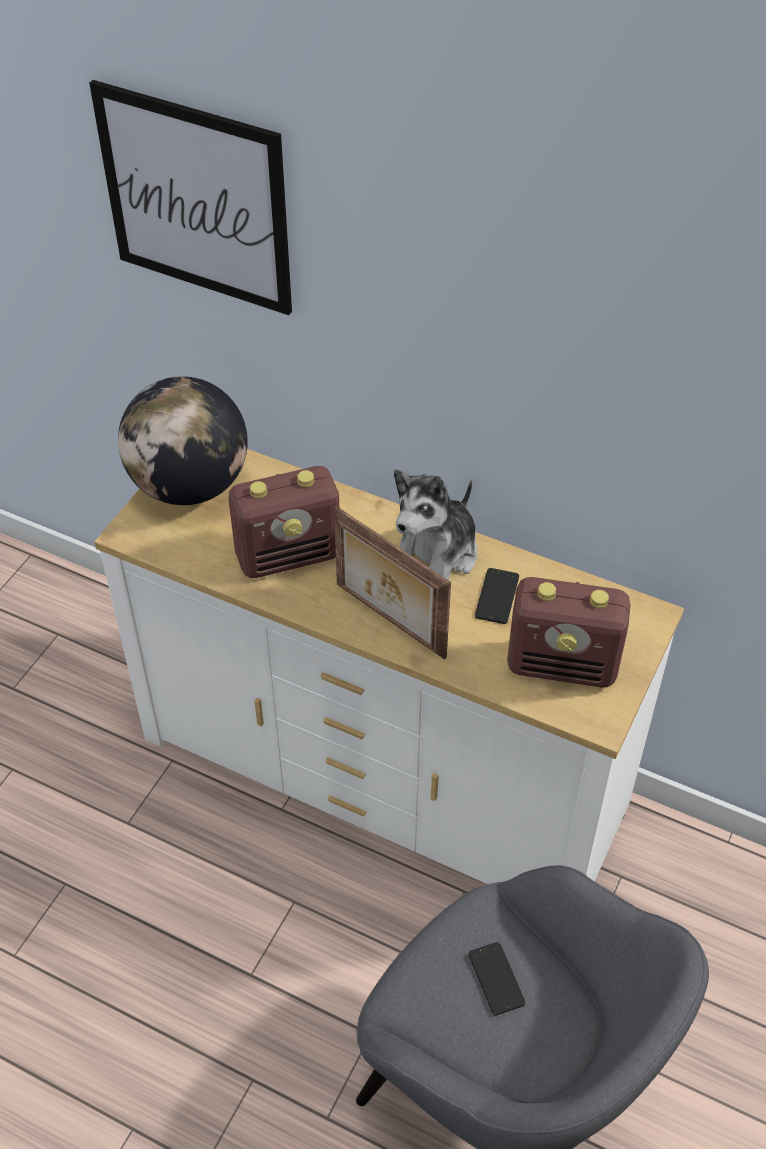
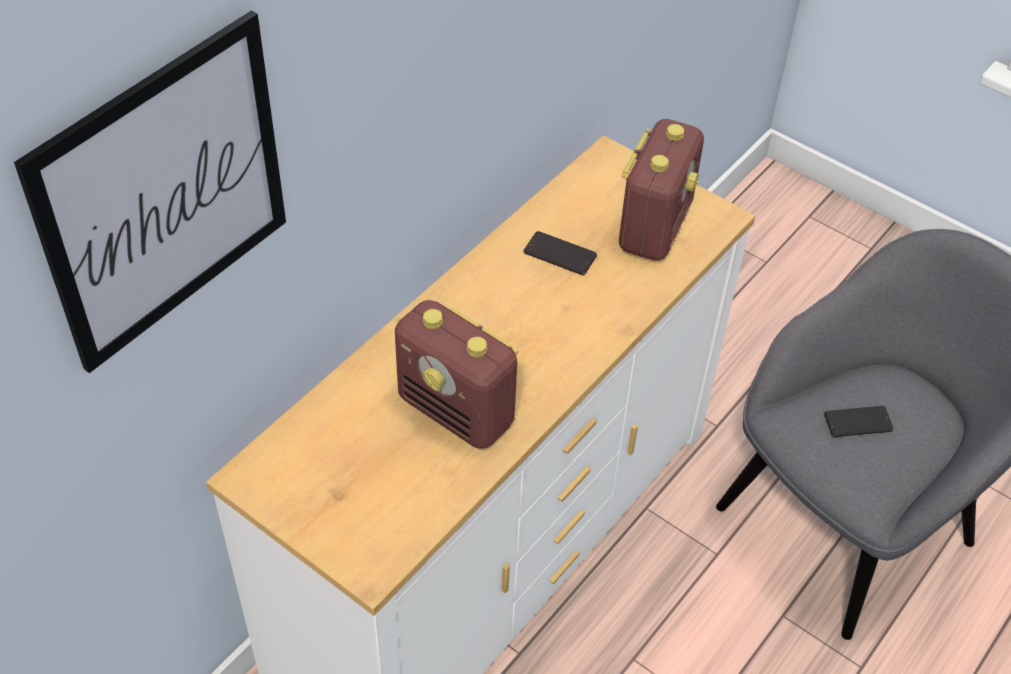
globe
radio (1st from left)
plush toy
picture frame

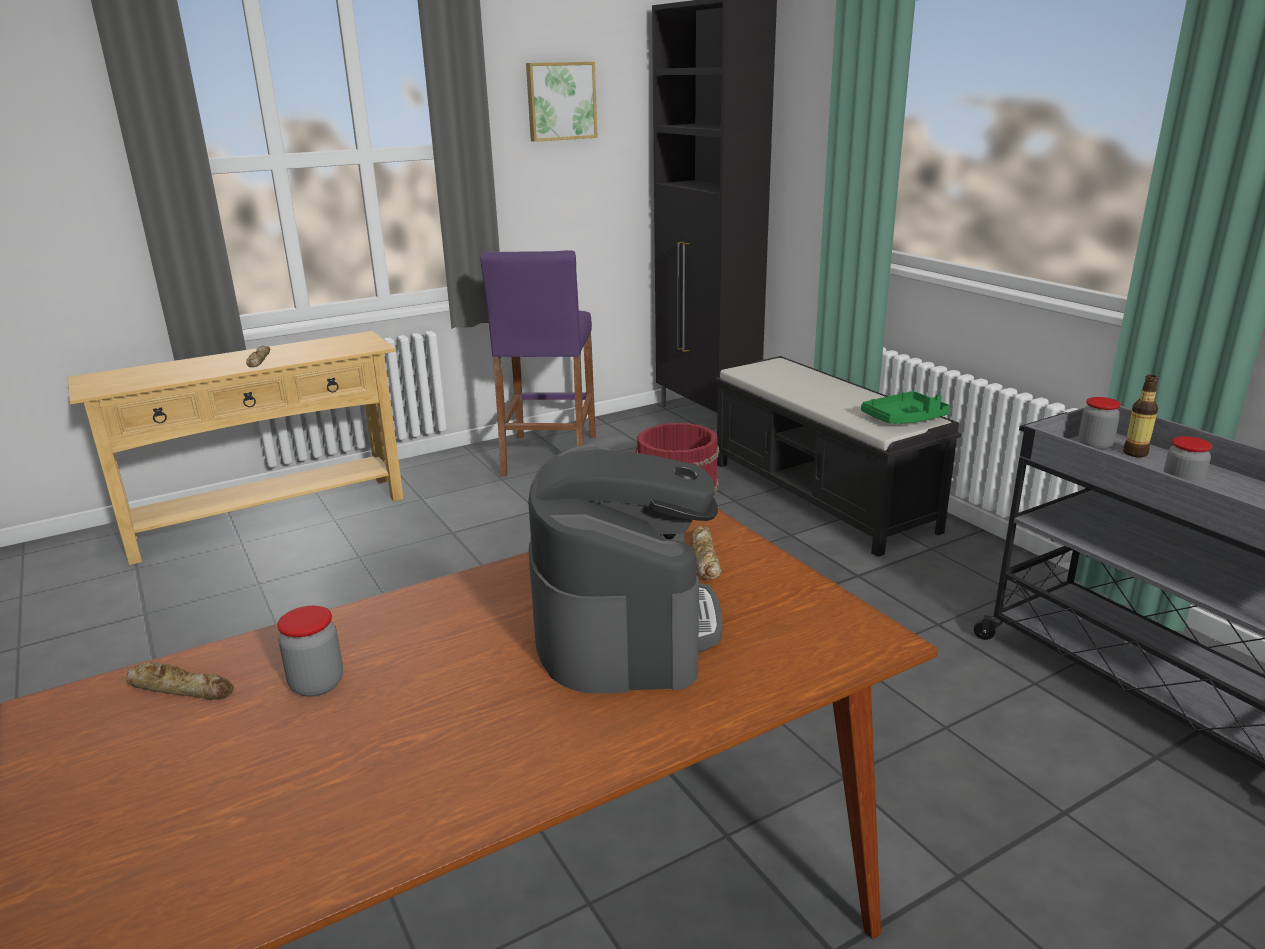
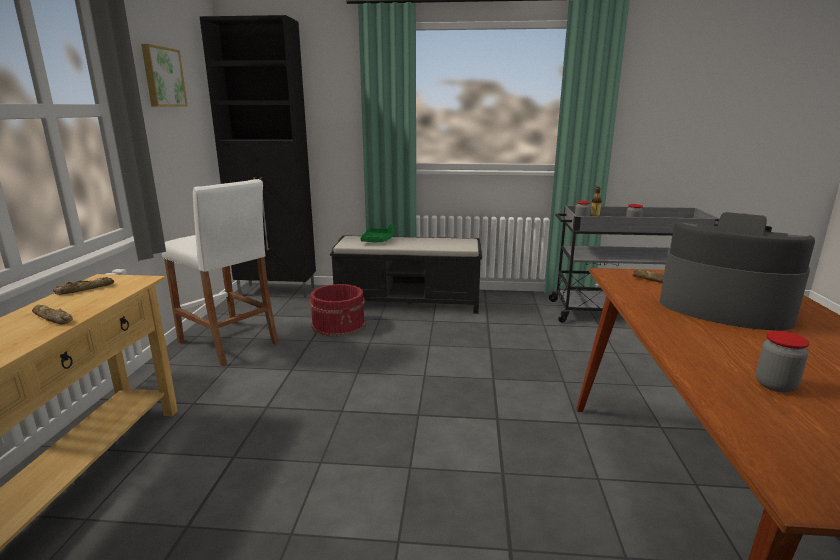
white stool
green tray
bread (2nd from left)

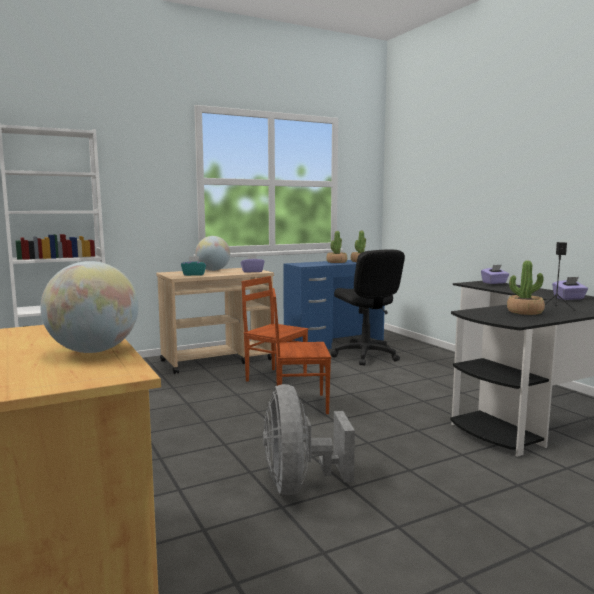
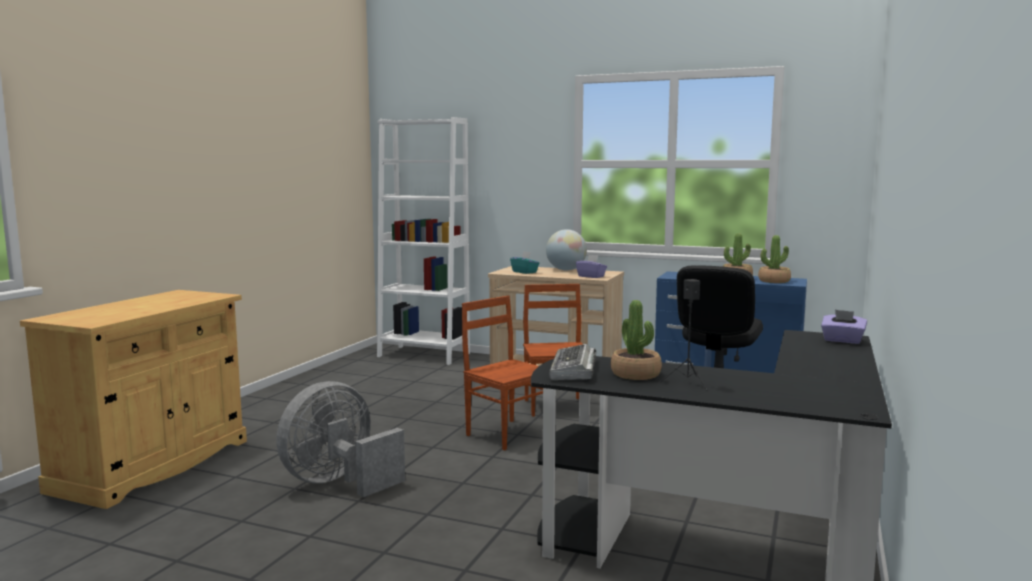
globe (1st from left in the first image)
purple tissue box (3rd from left in the first image)
keyboard

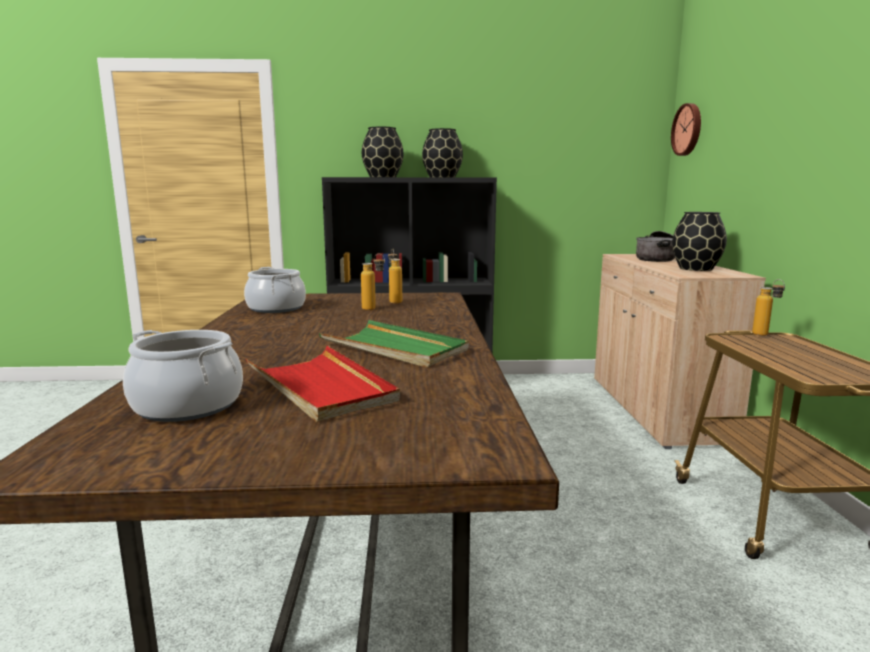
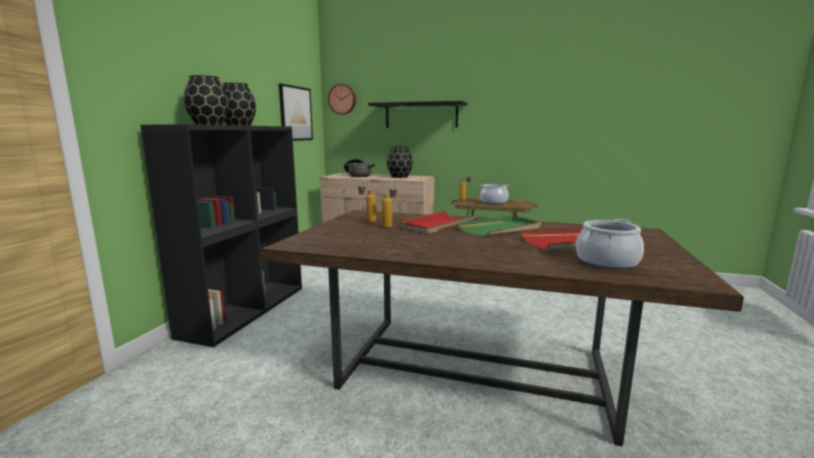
cooking pot (2nd from left)
picture
black shelf
red tray (1st from left)

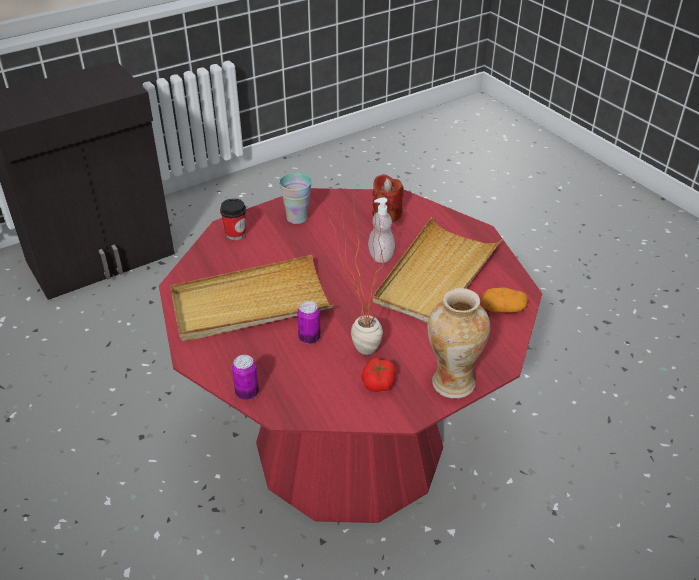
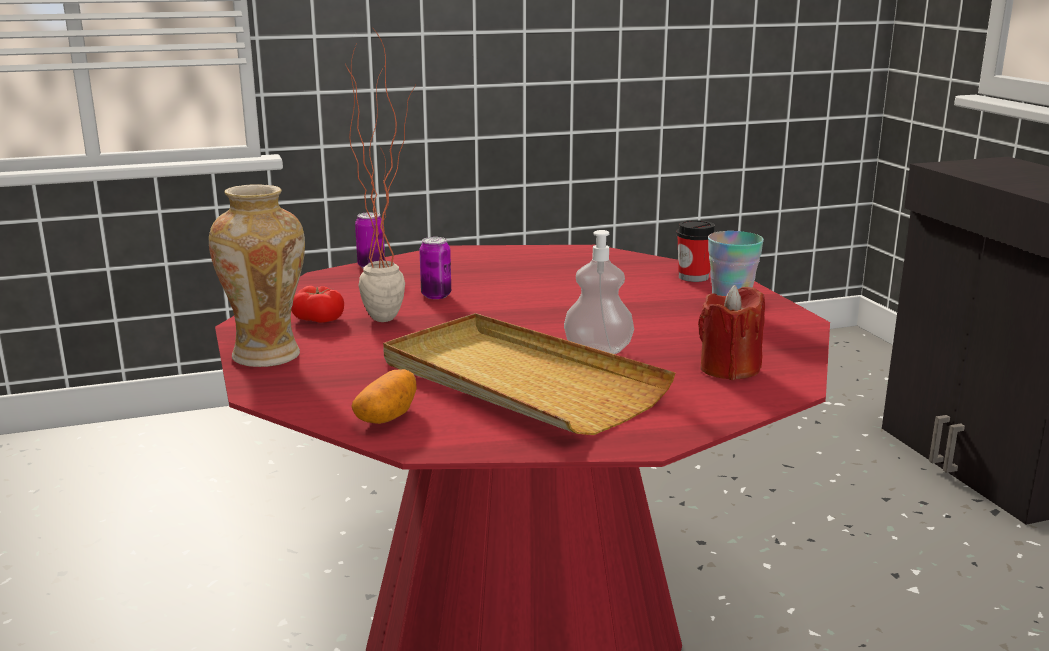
beige tray (1st from left in the first image)

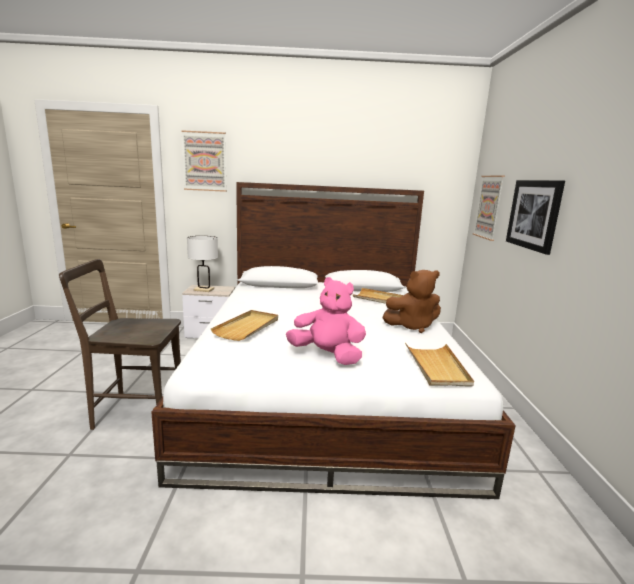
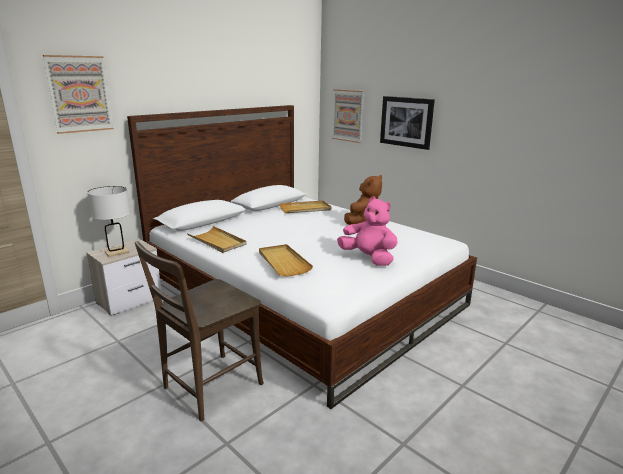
pink plush toy
beige tray (1st from left)

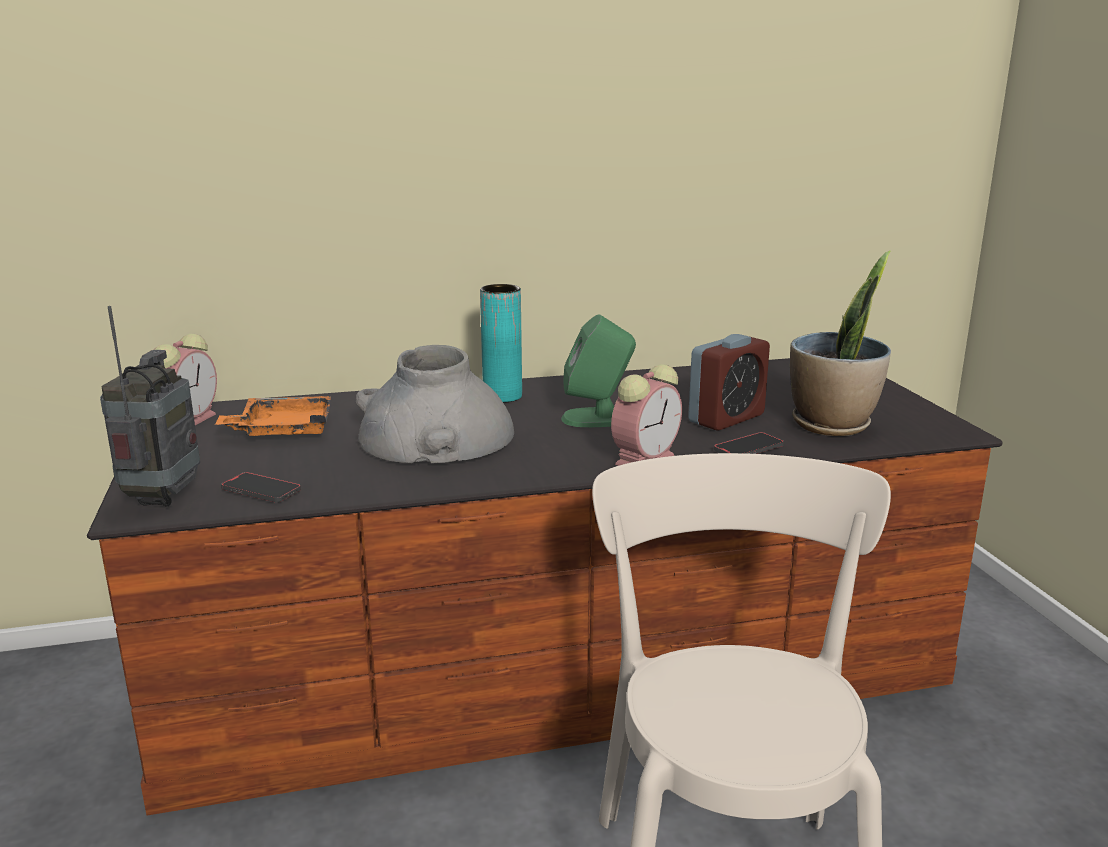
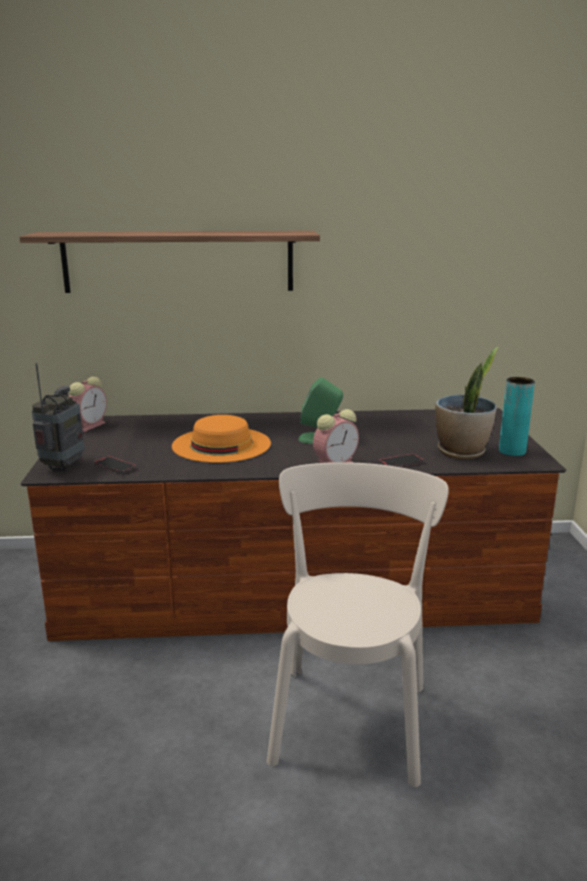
turquoise vase
alarm clock (3rd from left in the first image)
orange hat
orange tray
shelf

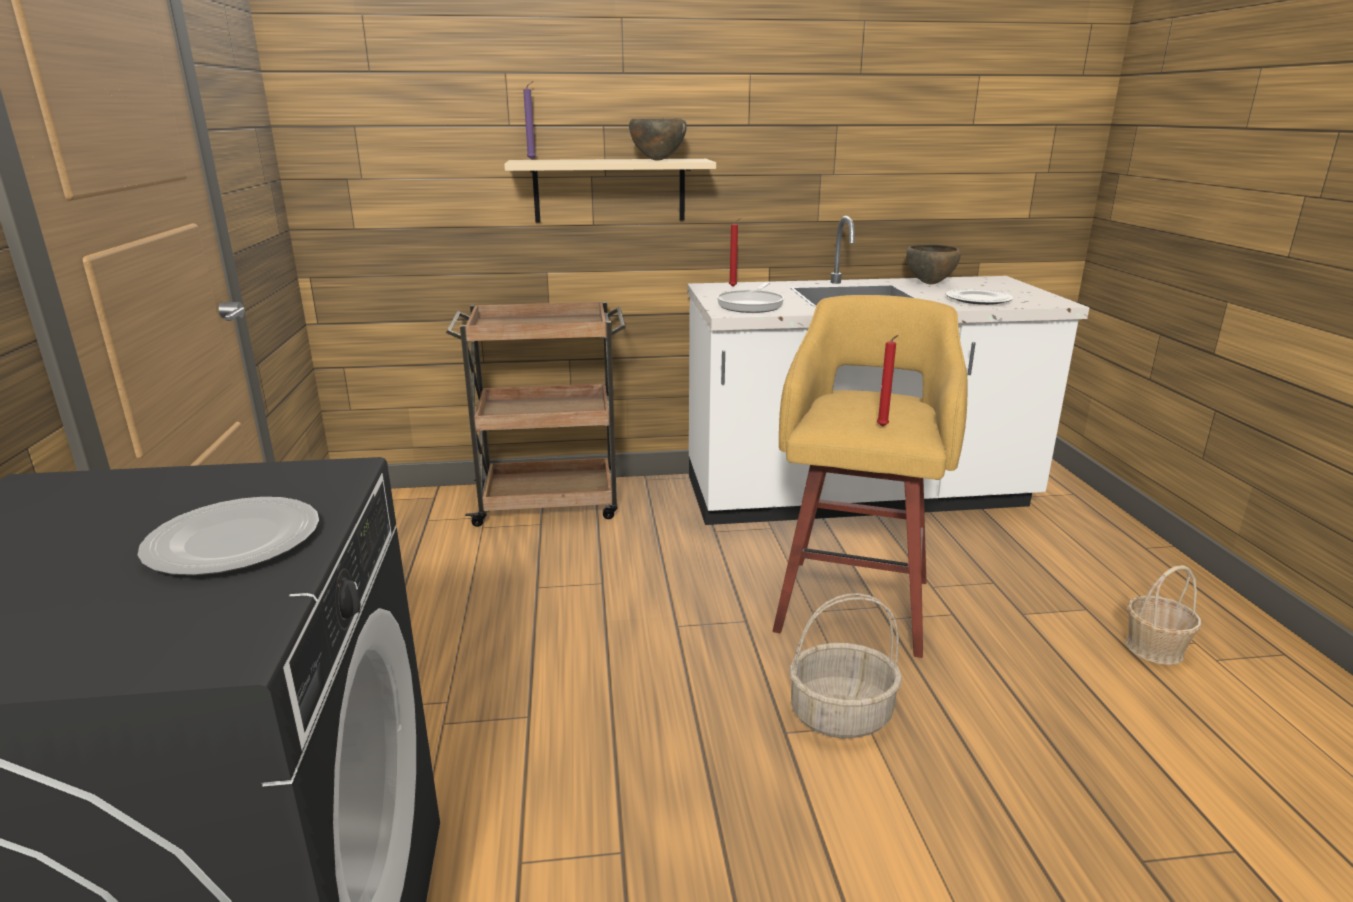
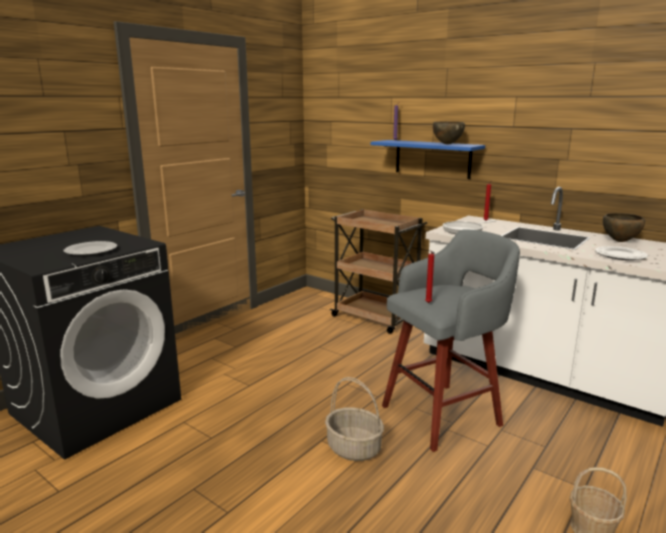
blue shelf
grey stool

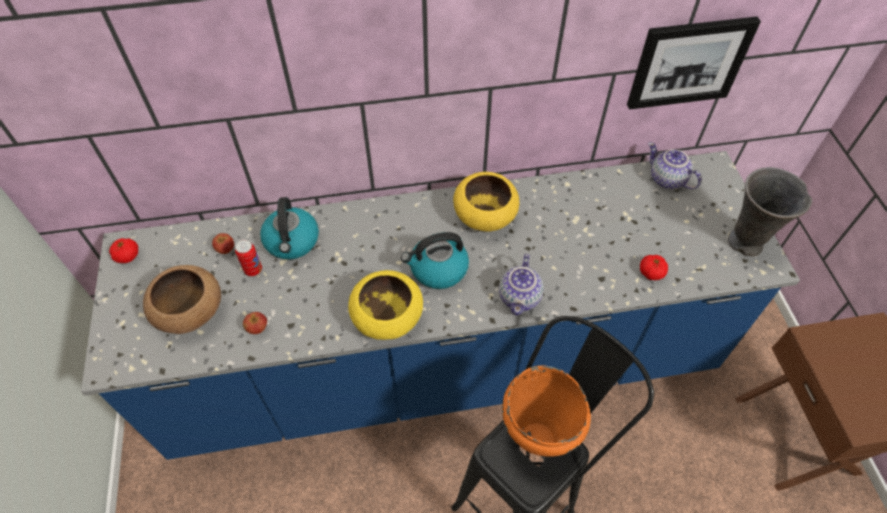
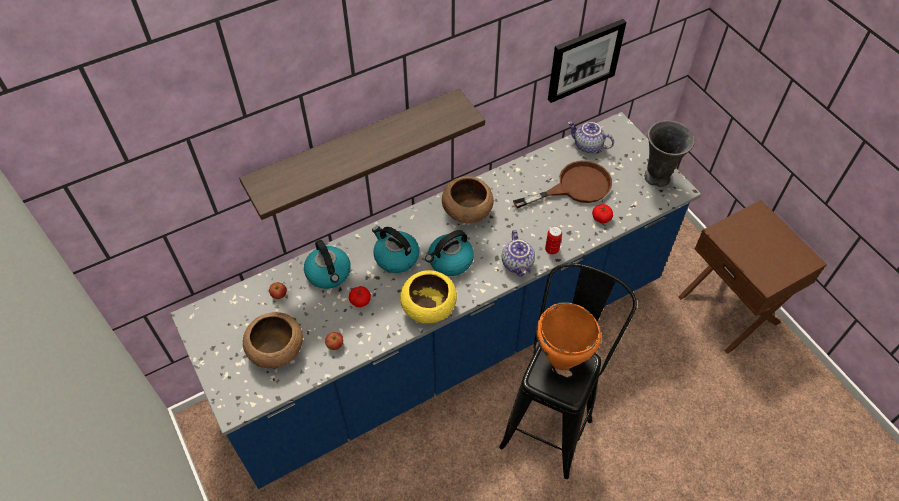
brown bowl (2nd from left)
tomato (1st from left)
can
shelf
brown frying pan
kettle (2nd from left)

